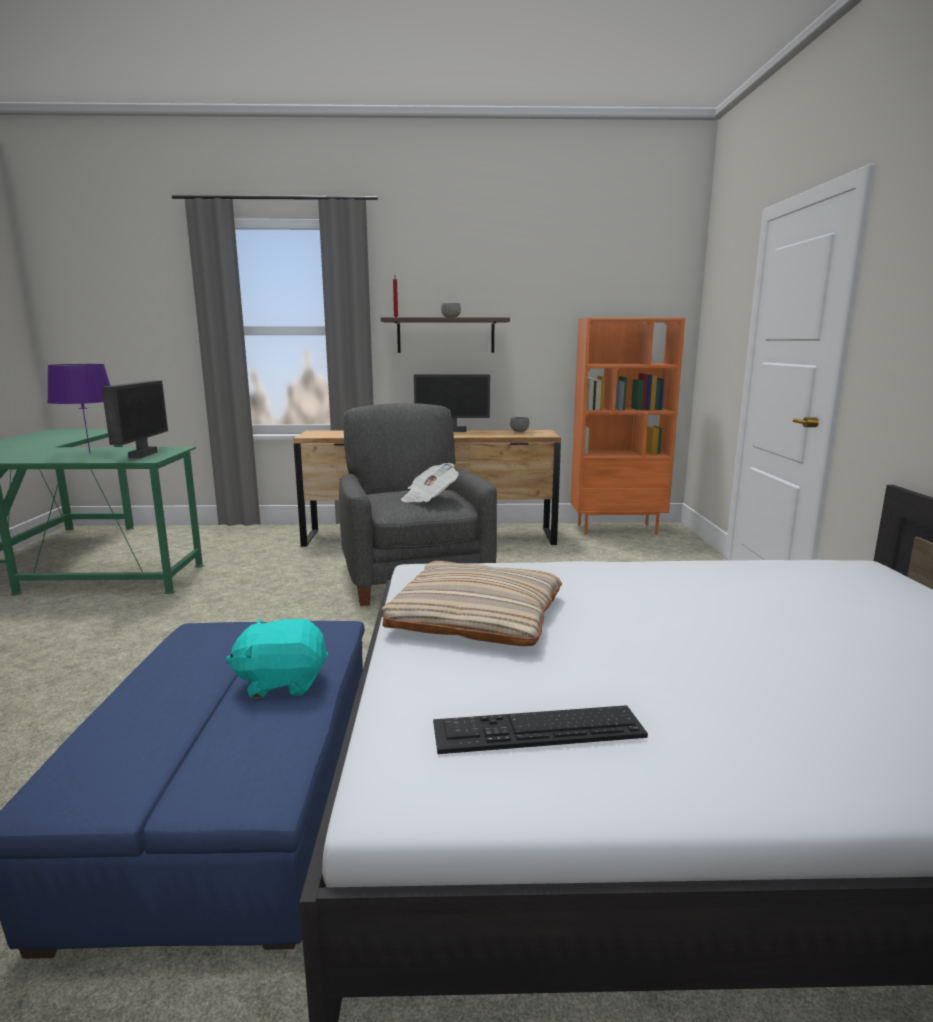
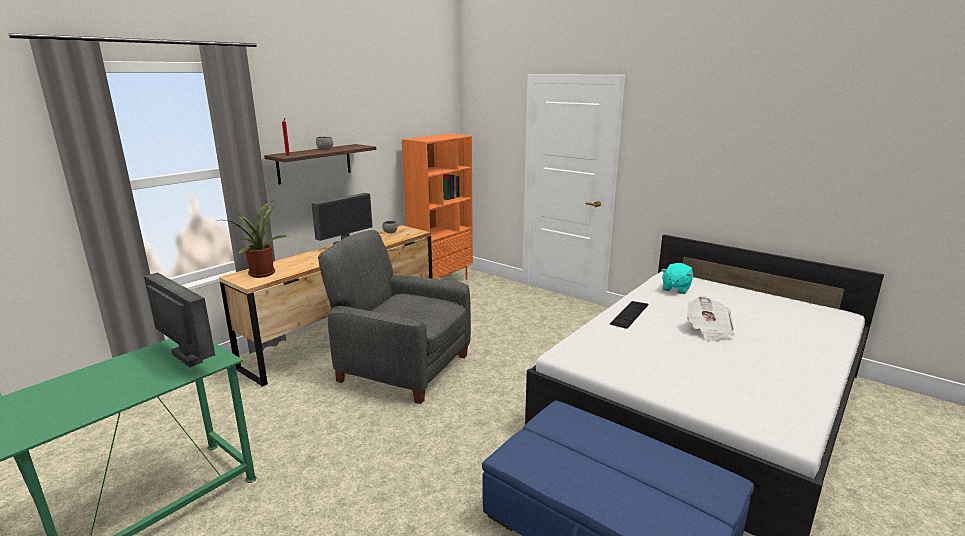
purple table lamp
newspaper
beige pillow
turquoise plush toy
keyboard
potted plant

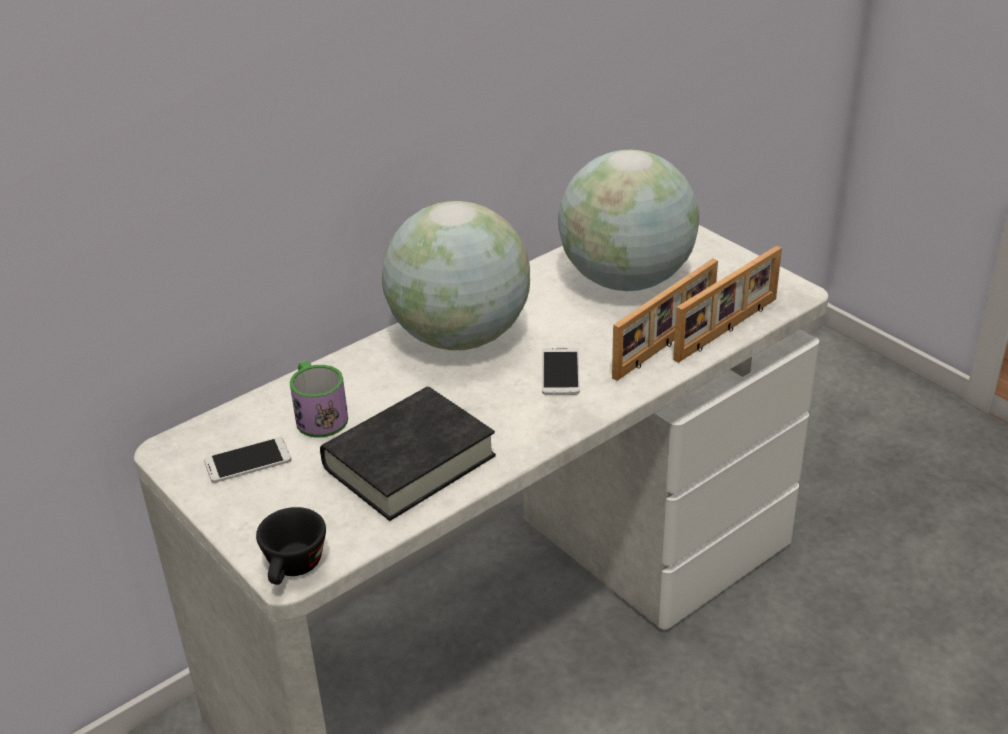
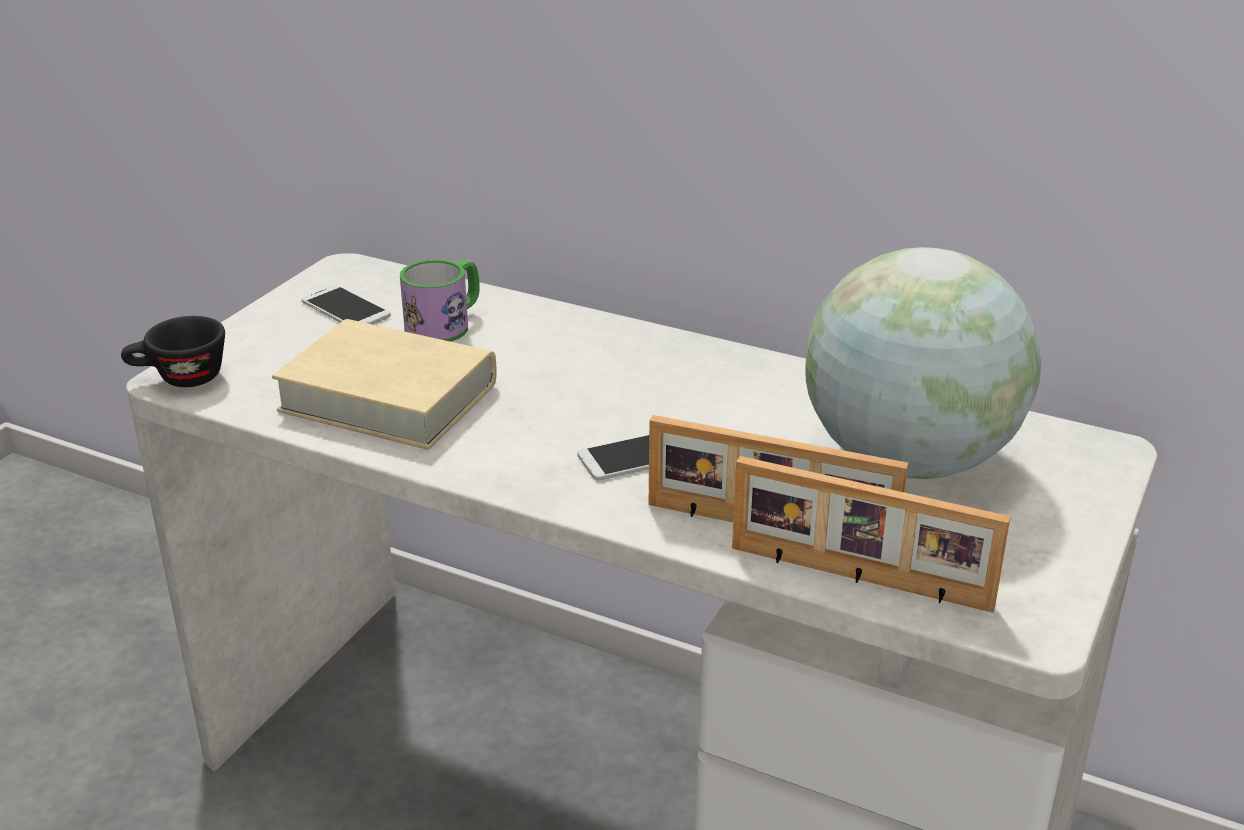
globe (1st from left in the first image)
beige book

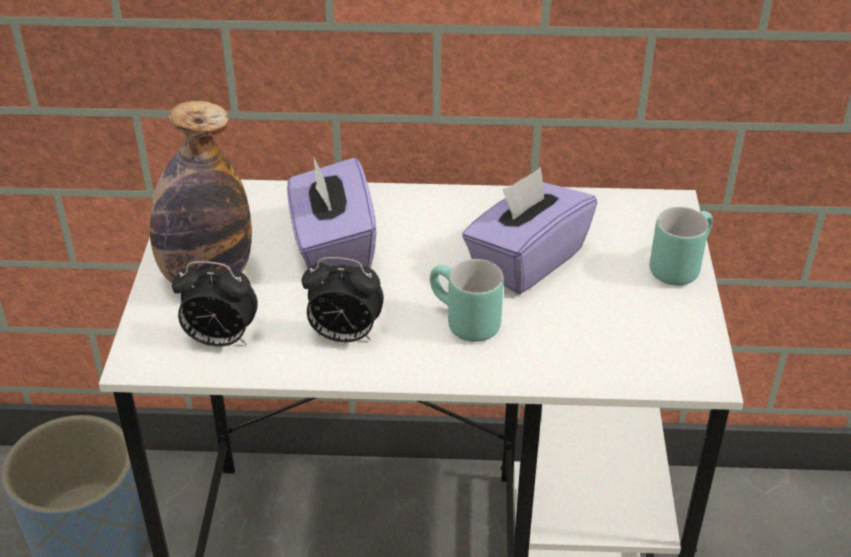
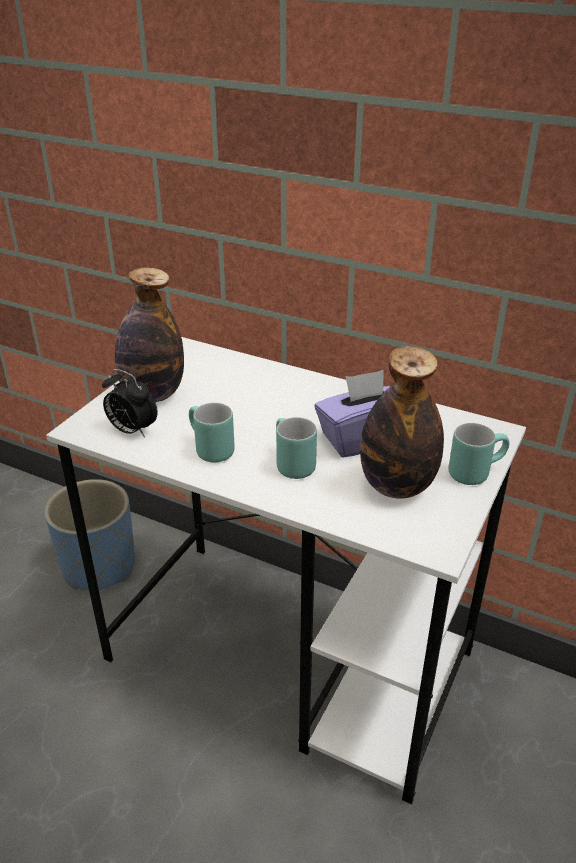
purple tissue box (1st from left in the first image)
turquoise mug (1st from left)
bottle (2nd from left)

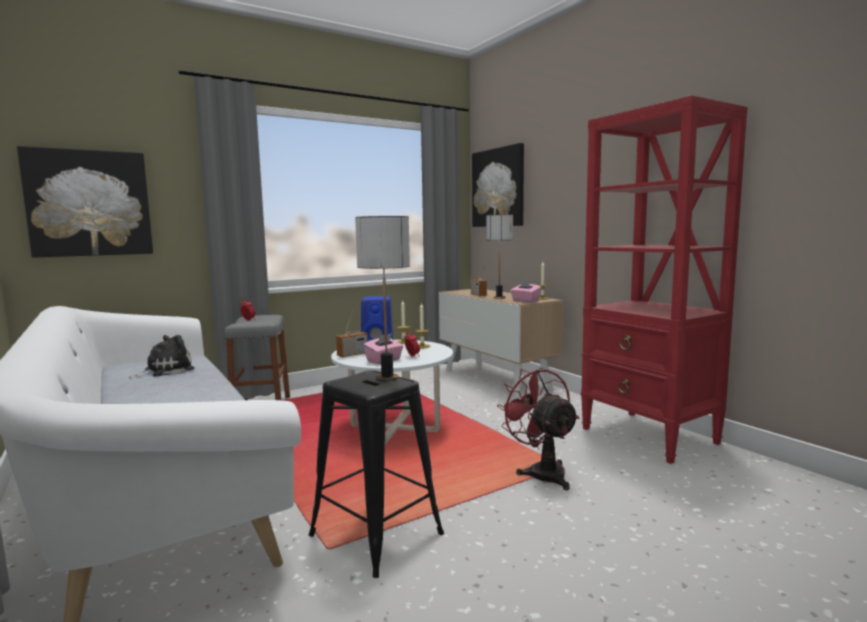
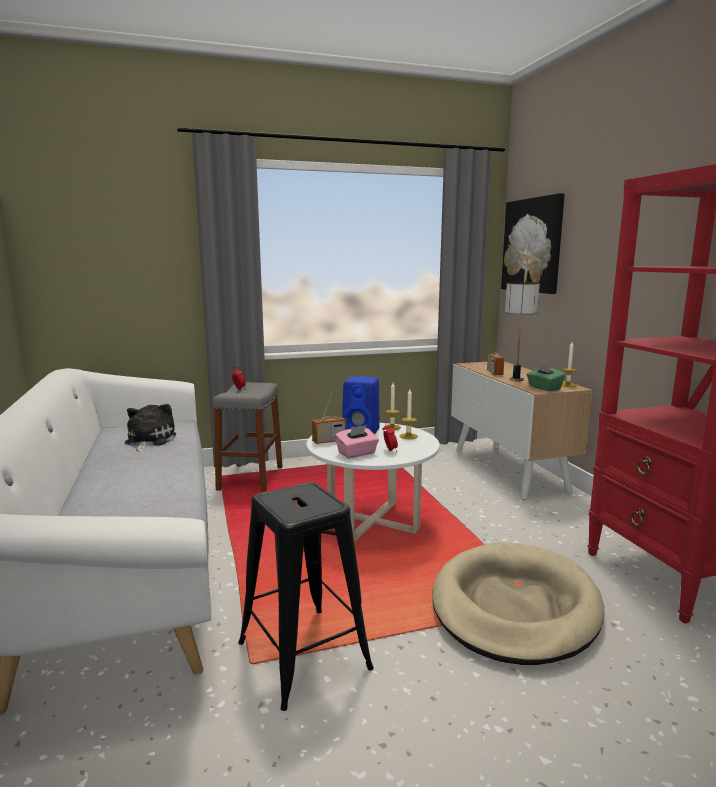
picture (1st from left in the first image)
table lamp (1st from left in the first image)
green tissue box
plush toy
beige dog bed

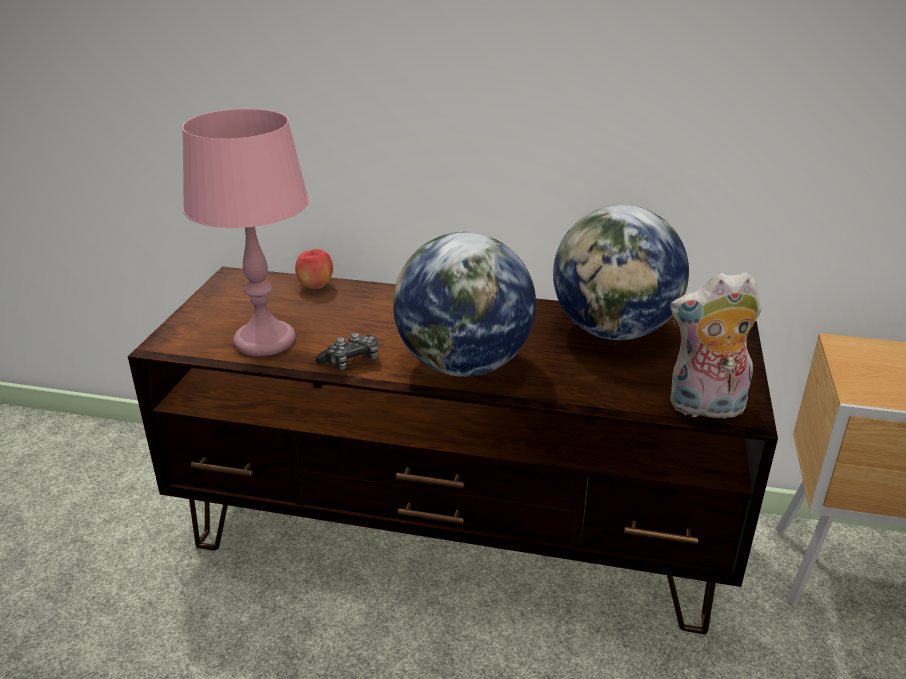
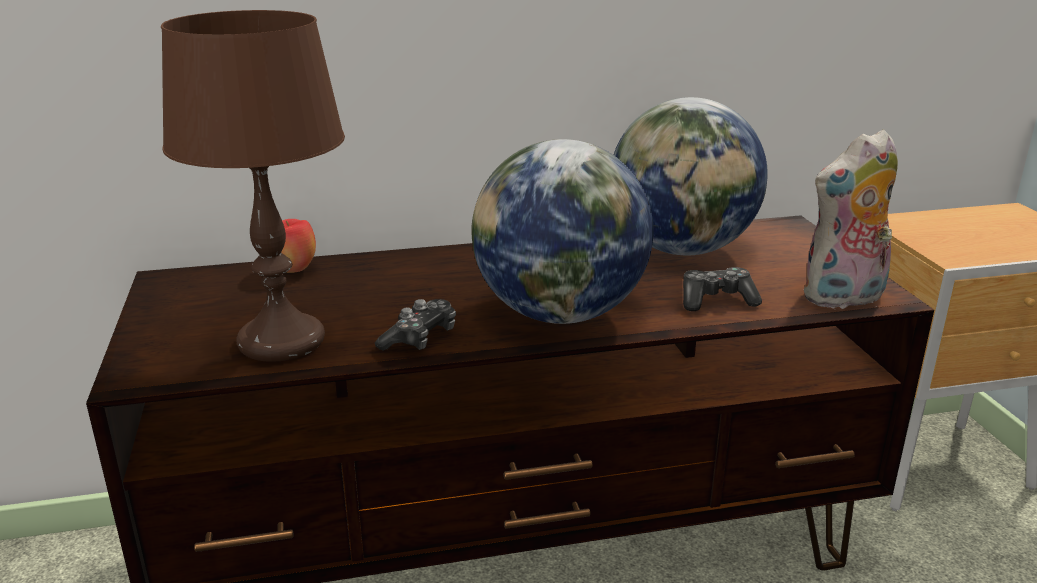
brown table lamp
game controller (2nd from left)

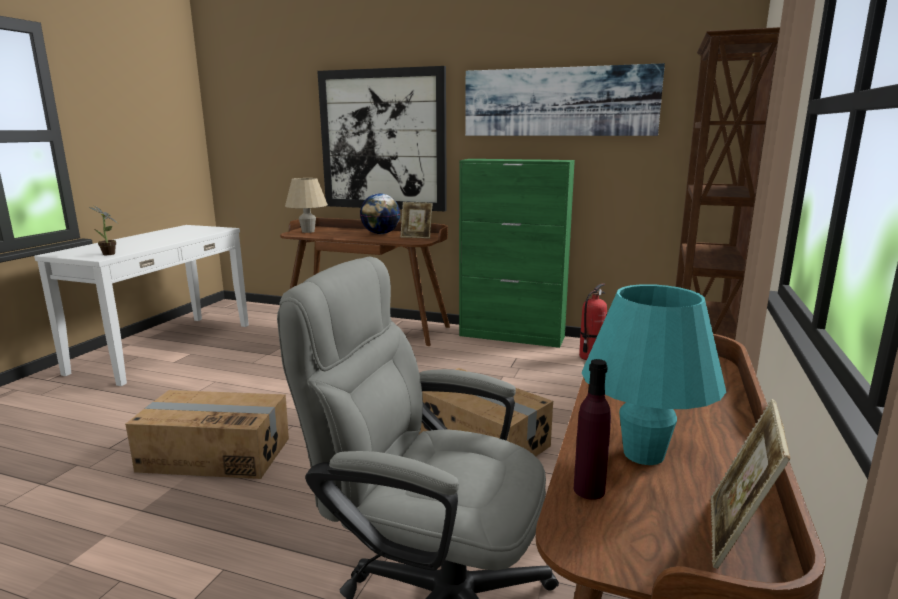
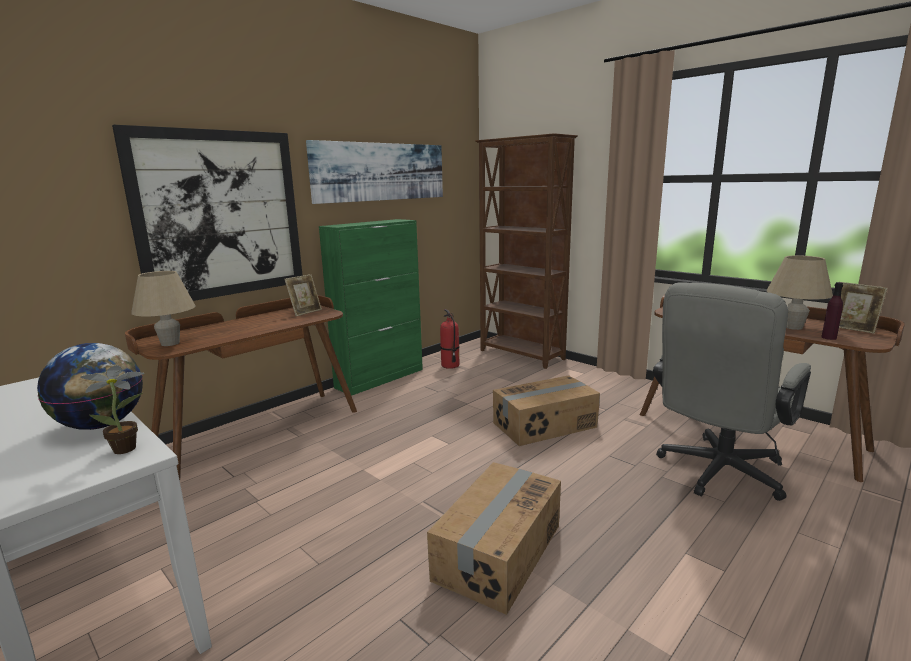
globe
beige table lamp (2nd from left)

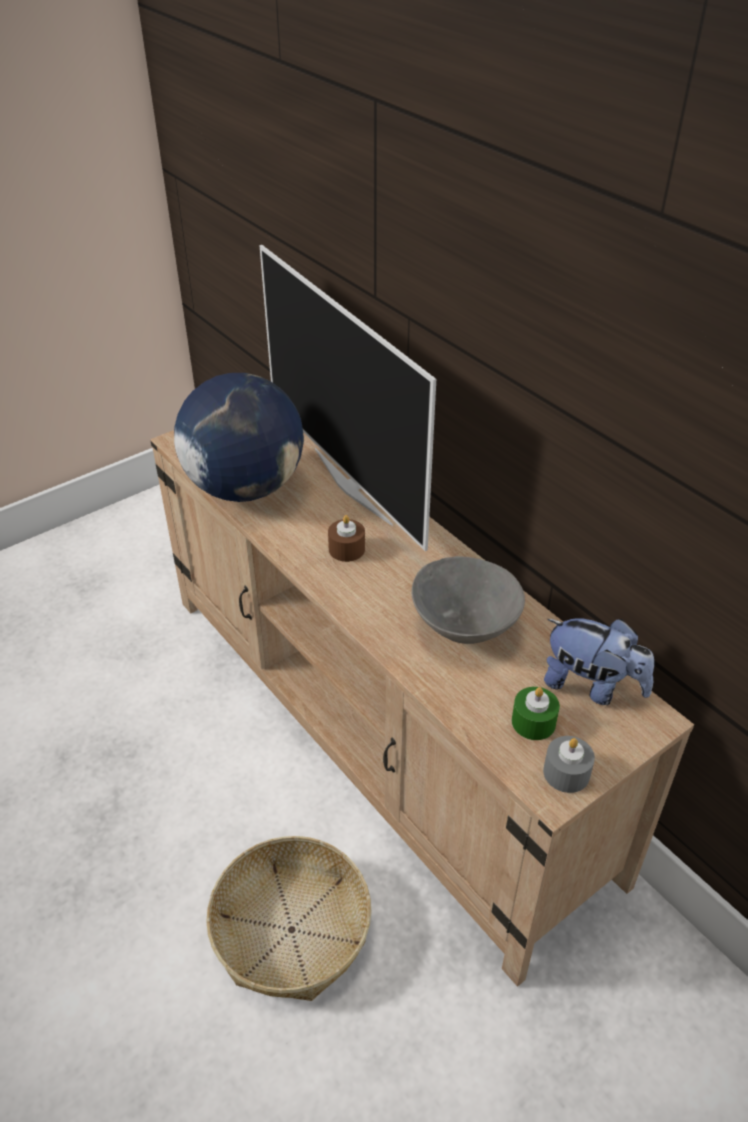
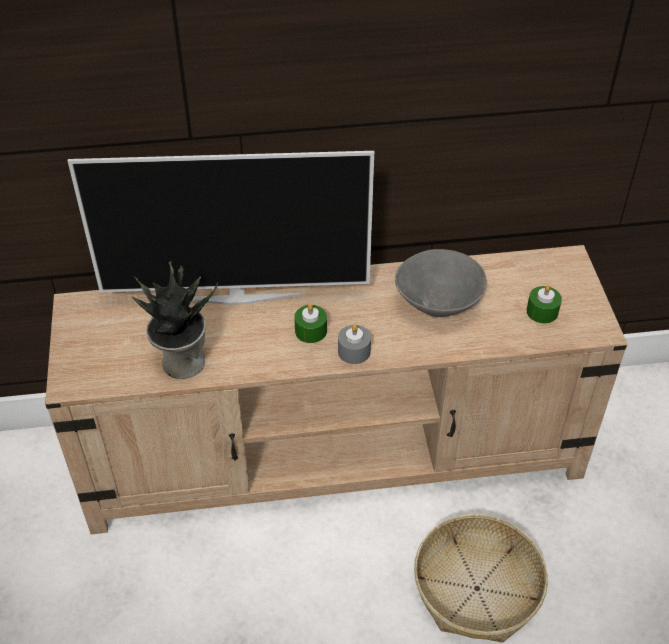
potted plant
green candle (1st from left)
plush toy
grey candle

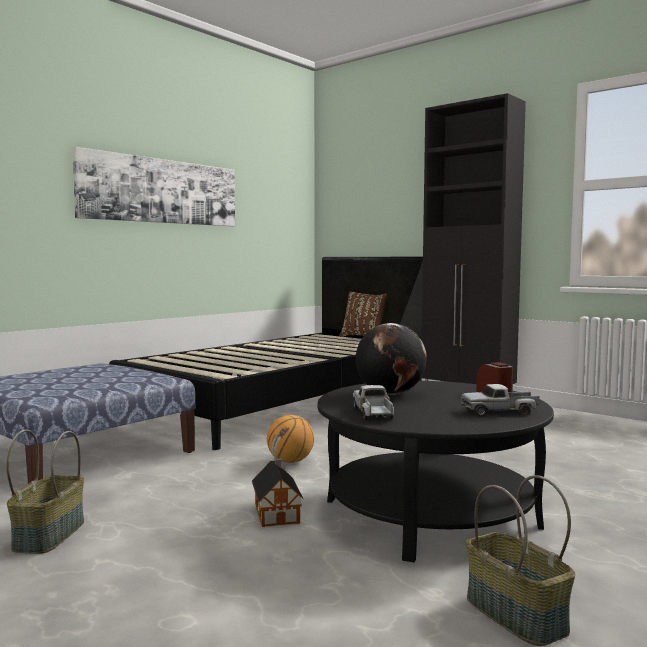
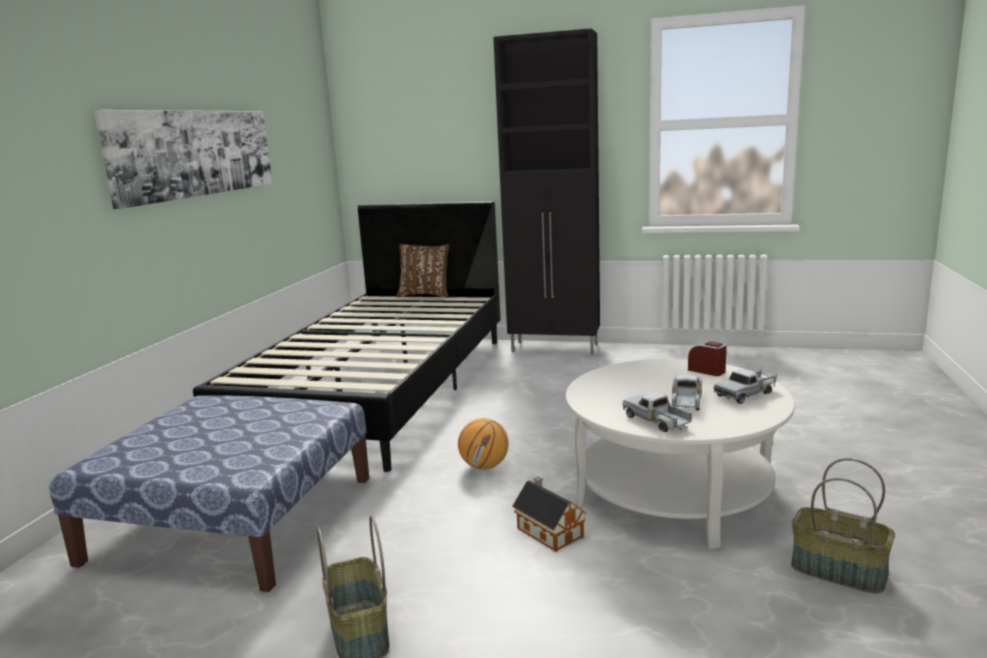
globe
white coffee table
toy truck (2nd from left)

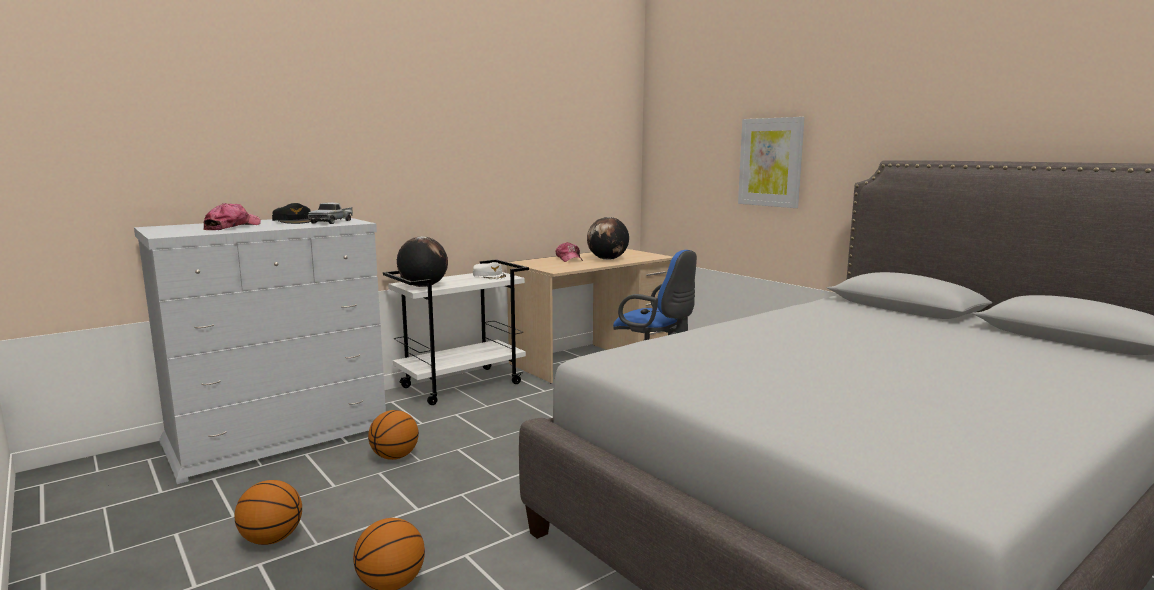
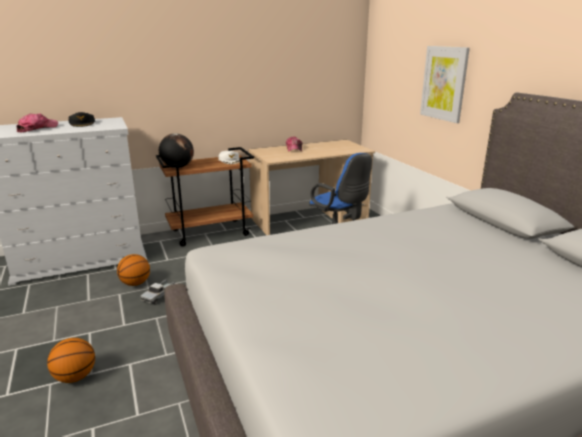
toy truck
globe (2nd from left in the first image)
brown cart
basketball (1st from left in the first image)

